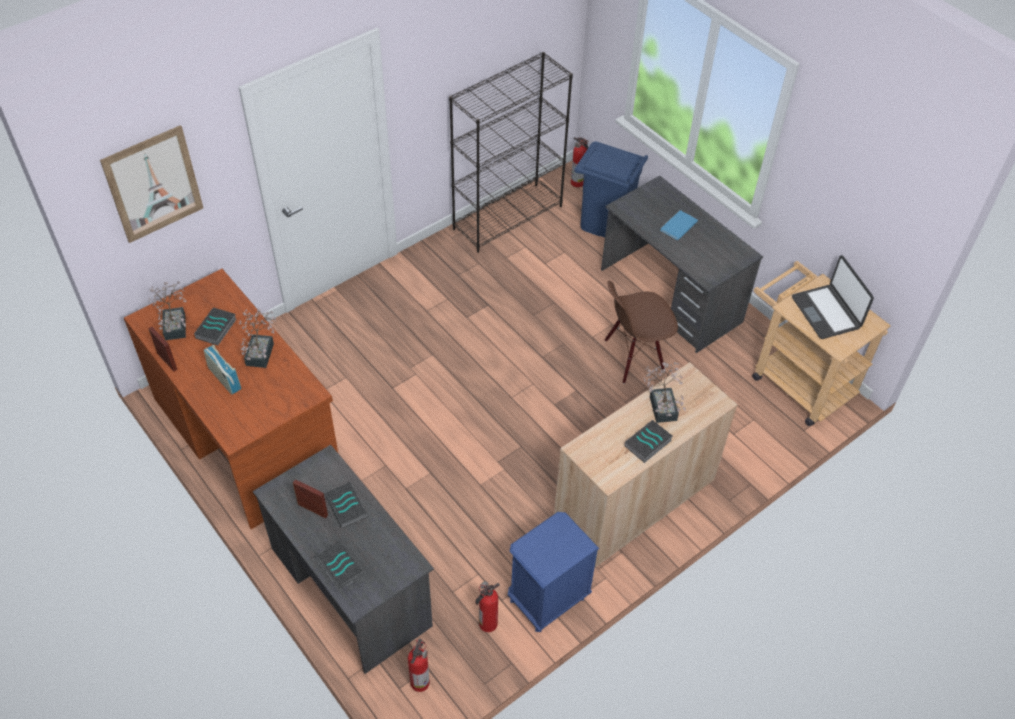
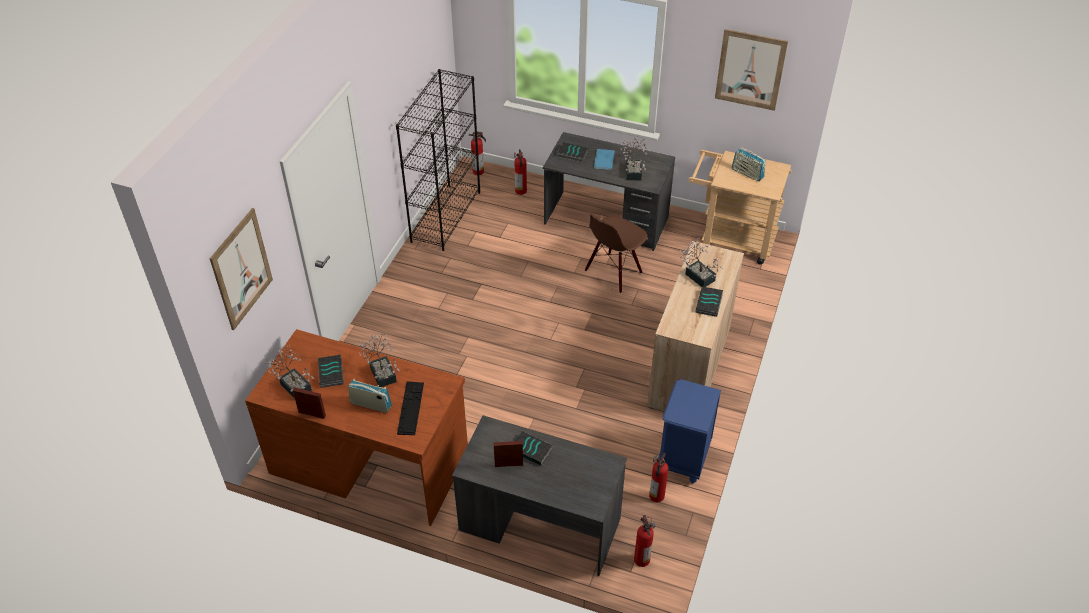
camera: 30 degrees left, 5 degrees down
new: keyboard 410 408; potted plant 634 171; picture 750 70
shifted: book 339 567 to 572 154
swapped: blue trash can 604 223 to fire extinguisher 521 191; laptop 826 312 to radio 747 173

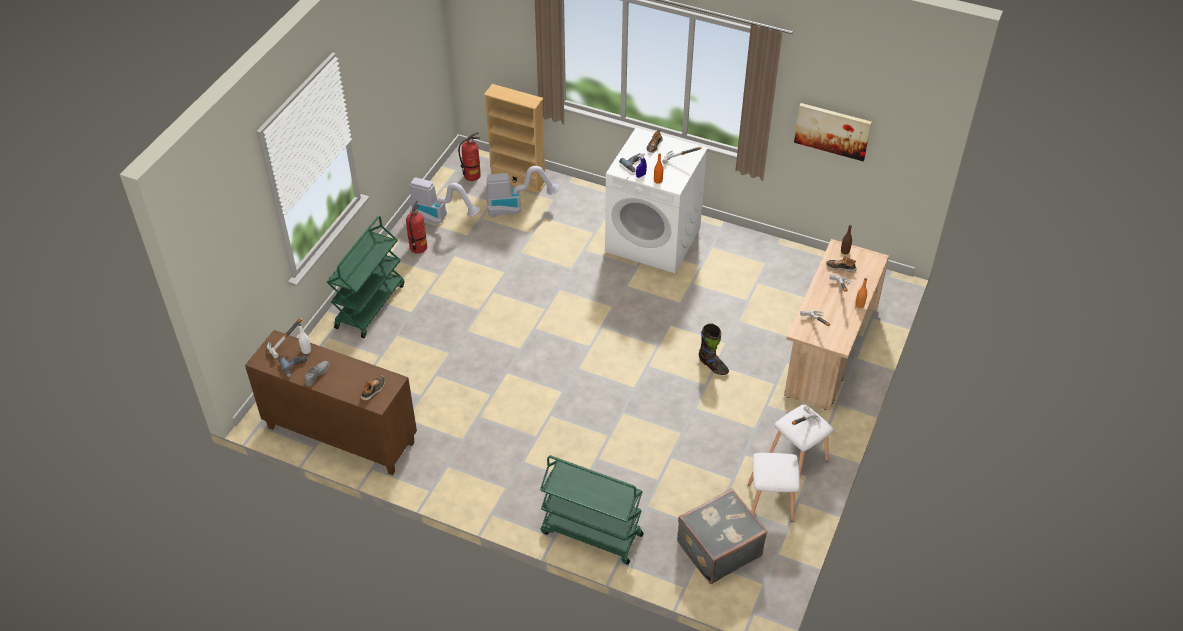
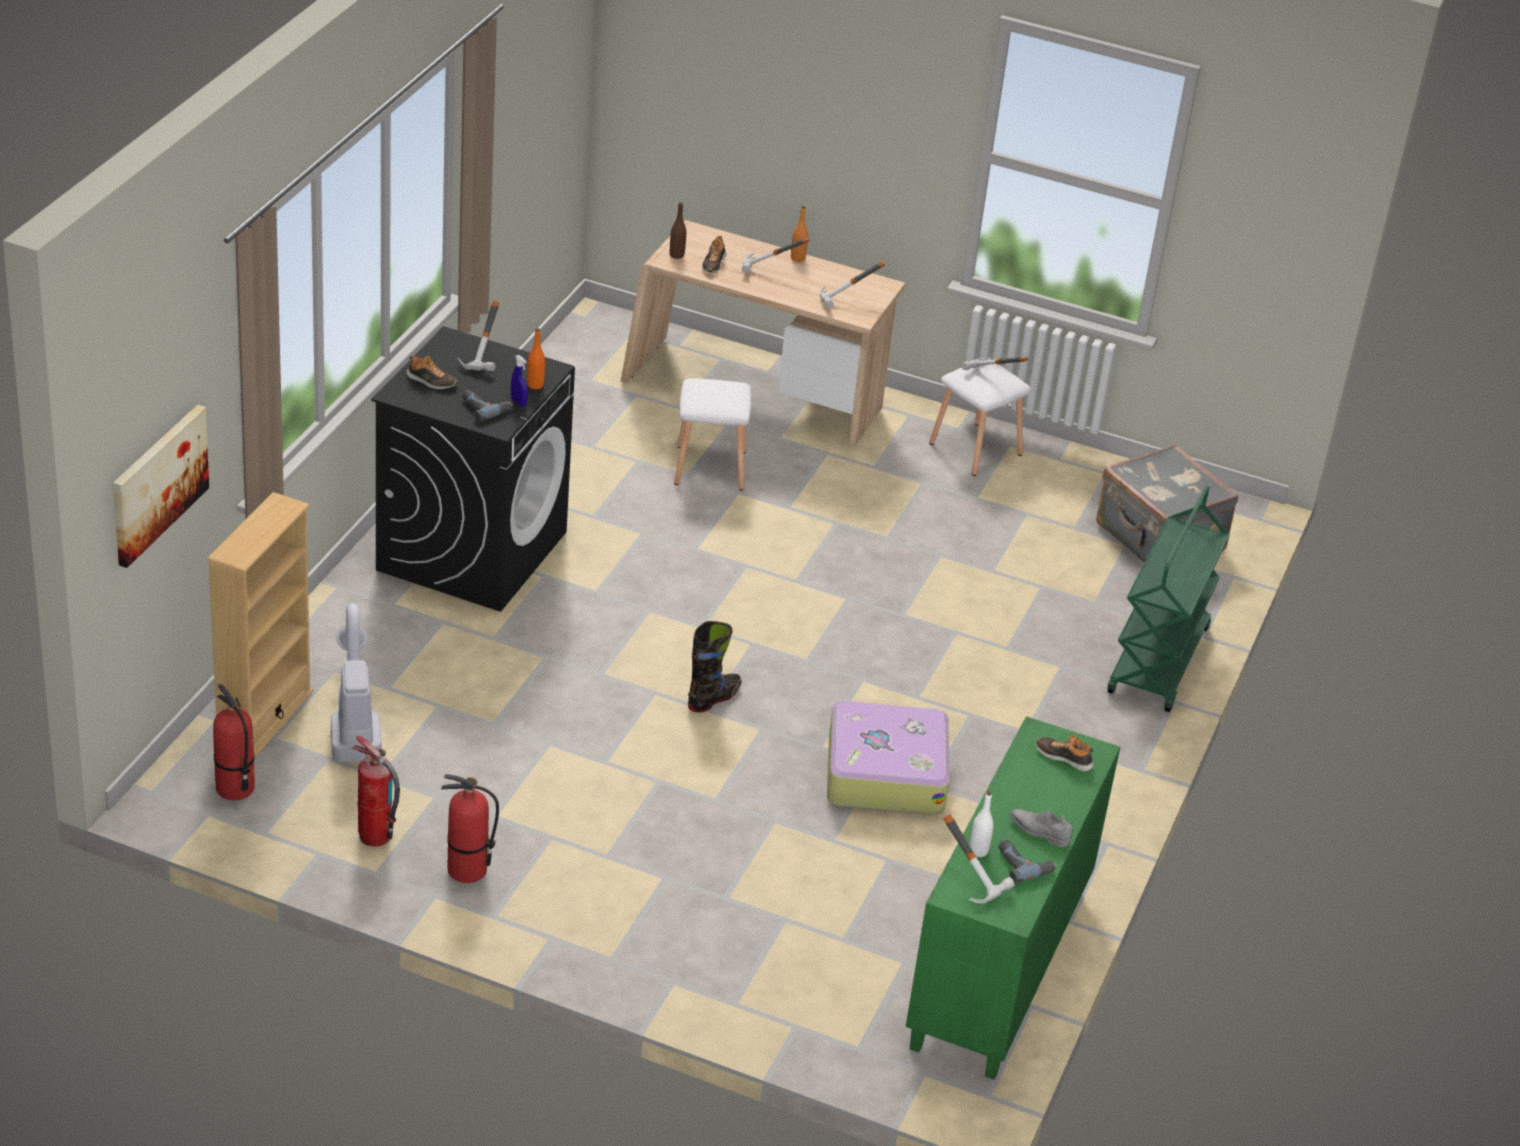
camera: 95 degrees left, 10 degrees down
gone: green cart 370 305
new: suitcase 884 772
shifted: black boot 713 366 to 714 698; white stool 770 501 to 708 468; picture 832 131 to 158 484
swapped: vacuum cleaner 441 218 to fire extinguisher 375 836
repainted: brown cabinet 339 436 to green cabinet 999 970; white washing machine 653 240 to black washing machine 472 550

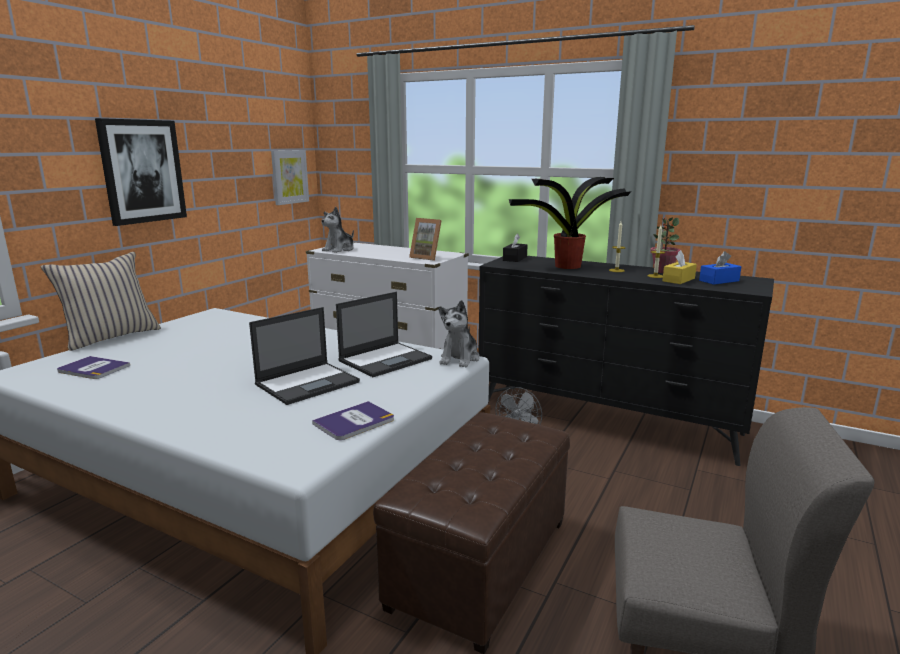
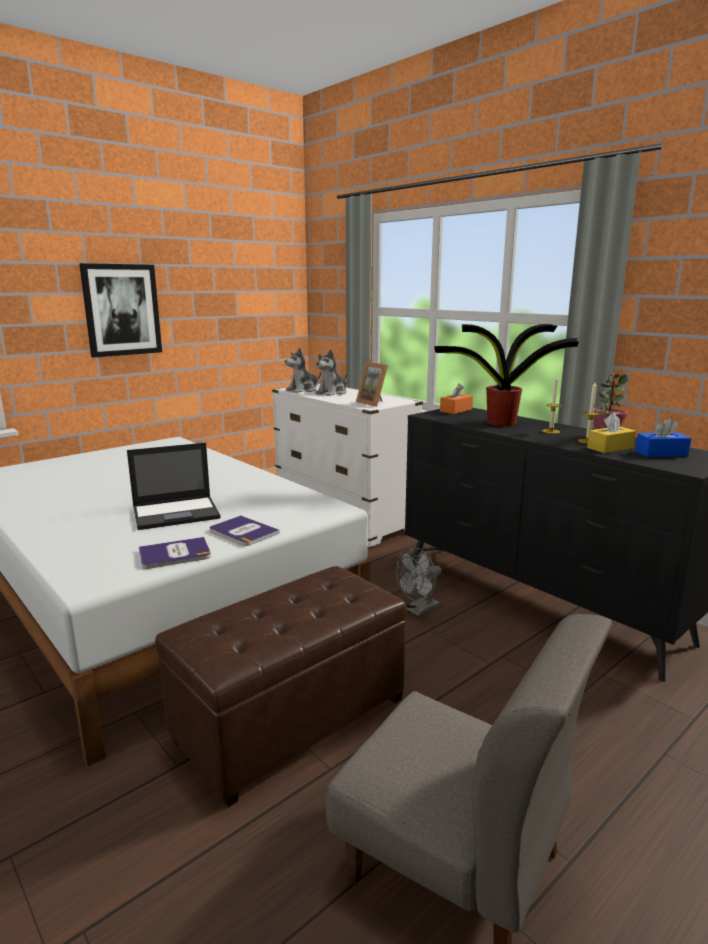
camera: 20 degrees right, 0 degrees up
gone: beige pillow 110 337; picture 289 177; laptop 386 359
shifted: book 93 369 to 243 532; plush toy 460 359 to 332 393
repainted: black tissue box 515 258 to orange tissue box 456 410

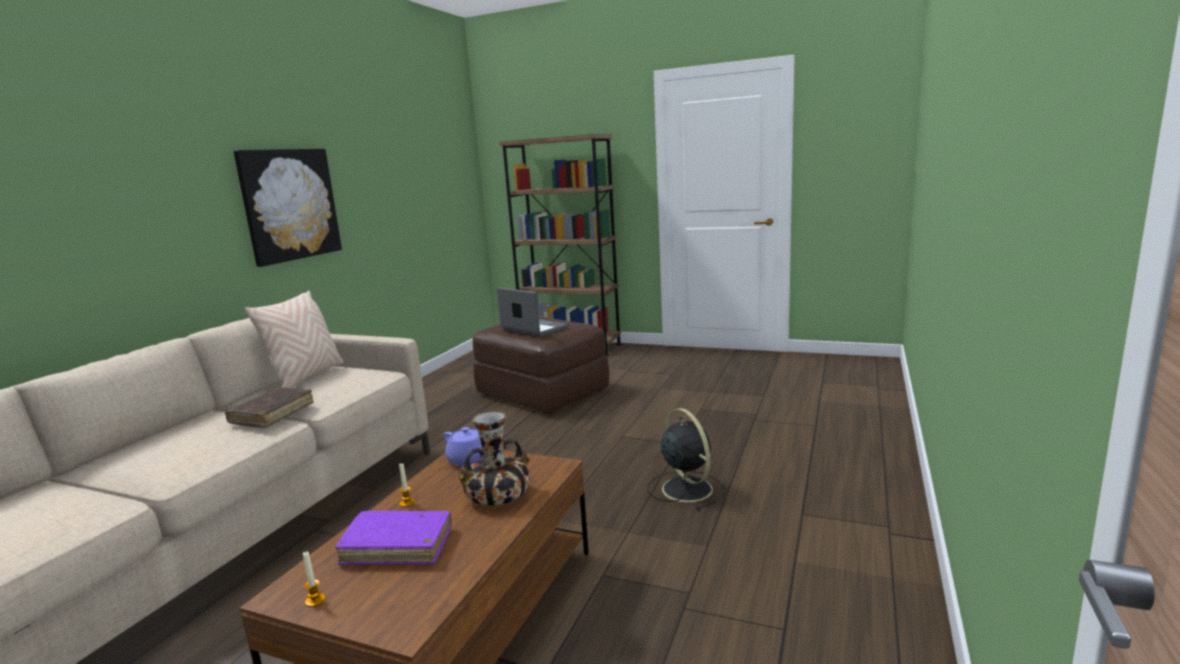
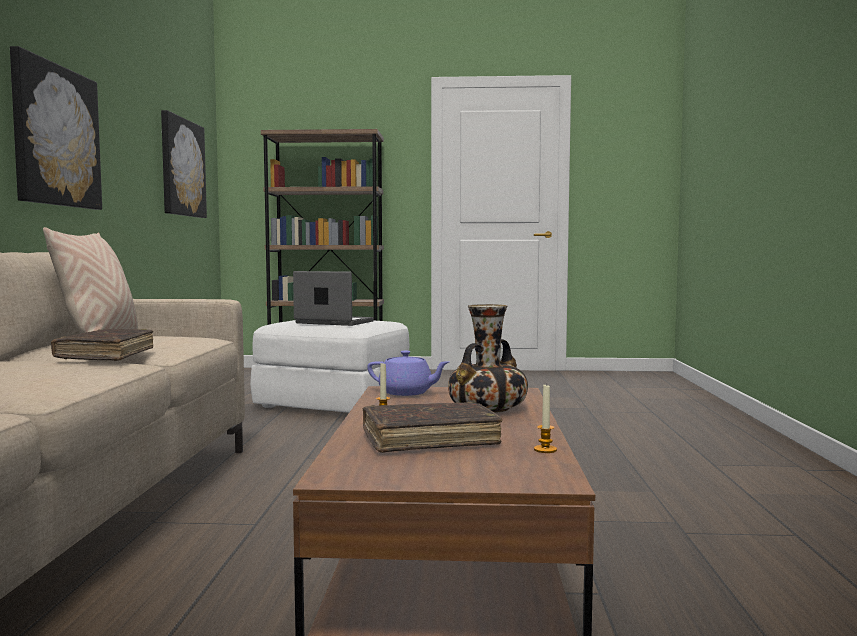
camera: 20 degrees left, 10 degrees down
gone: black fan 685 488
new: picture 182 167
shifted: candle 315 600 to 545 450
repainted: purple book 397 546 to brown book 430 440; brown ottoman 541 393 to white ottoman 332 403

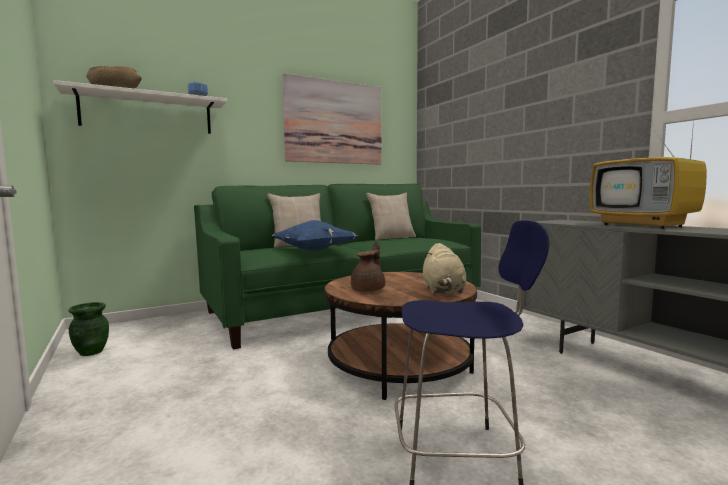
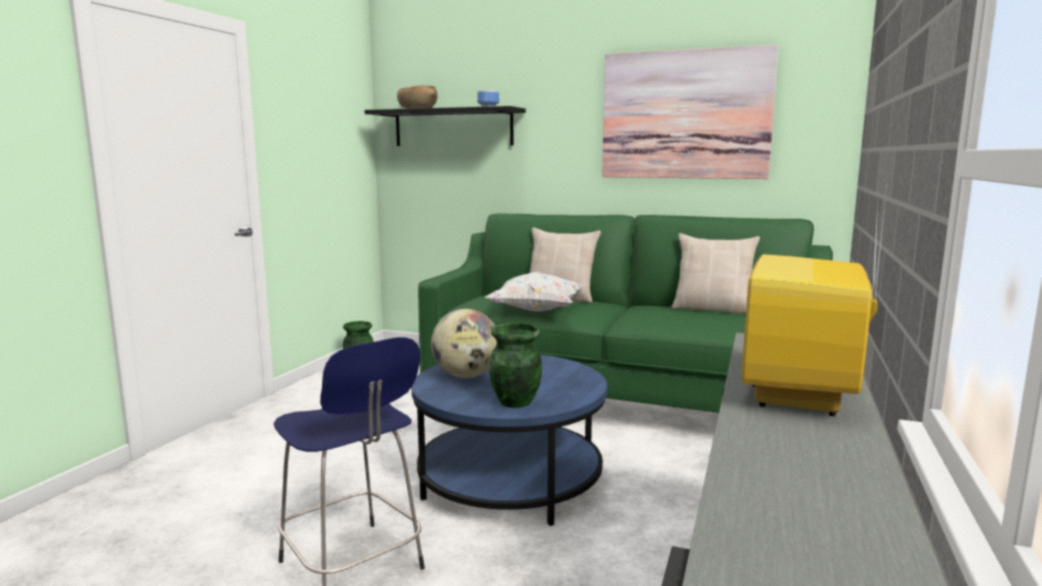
camera: 50 degrees right, 5 degrees up
swapped: brown teapot 369 290 to globe 466 376; beige plush toy 443 291 to green vase 515 402
repainted: white shelf 148 114 to black shelf 453 128; blue pillow 314 250 to white pillow 536 311; brown coffee table 399 364 to blue coffee table 510 479

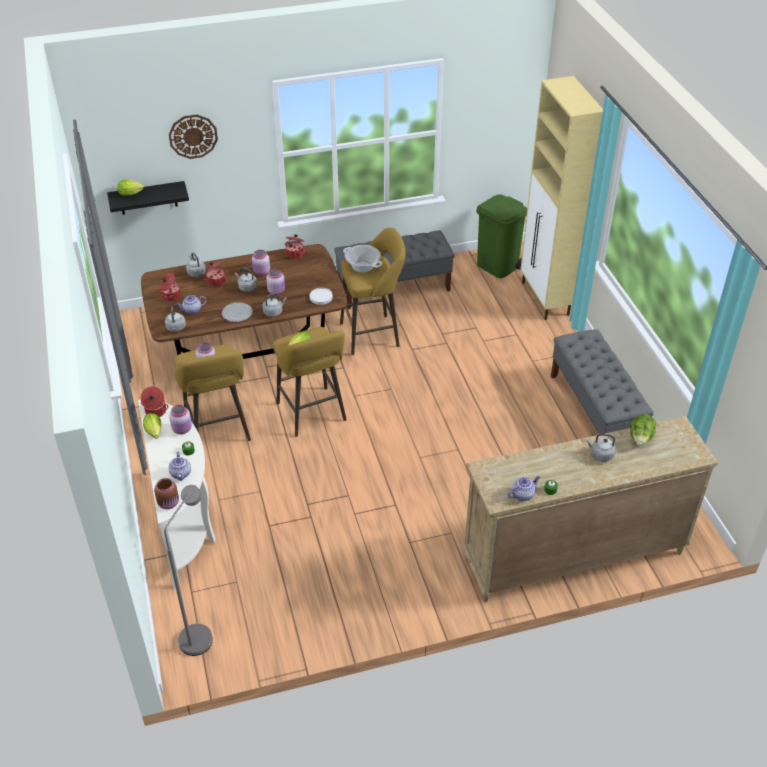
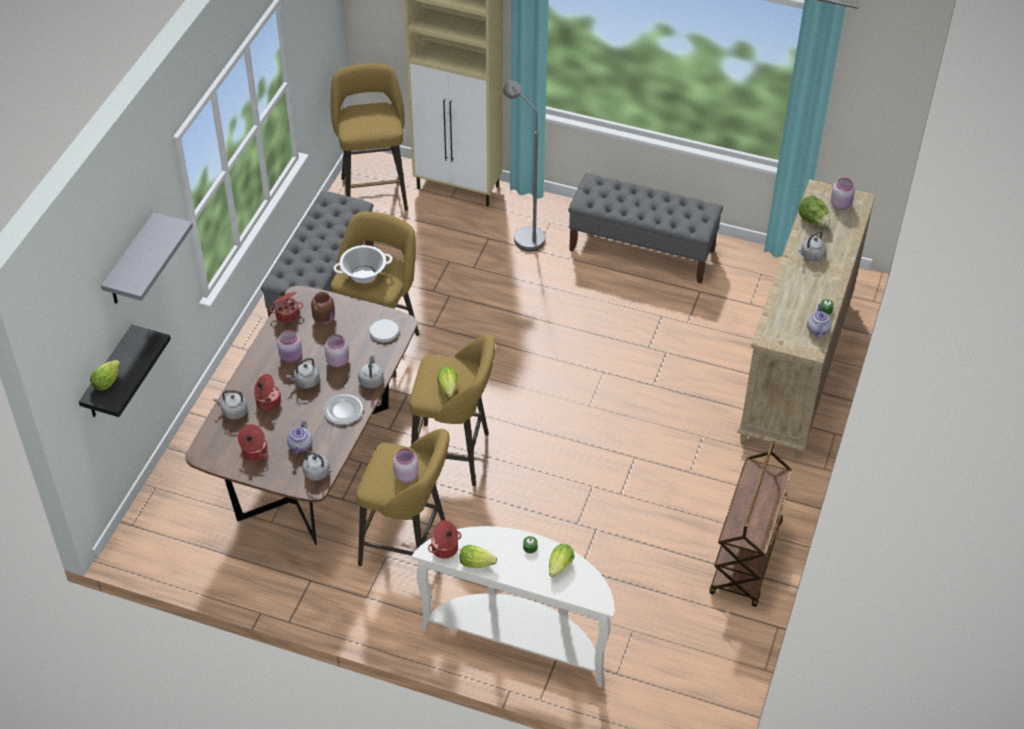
camera: 55 degrees left, 5 degrees up
new: brown cart 746 559
shifted: brown jar 169 503 to 324 318; grey floor lamp 200 633 to 524 235; pink jar 182 429 to 841 204
swapped: teapot 181 474 to lettuce 559 568; wall clock 193 136 to grey shelf 130 262; green trash can 498 266 to yellow stool 373 190

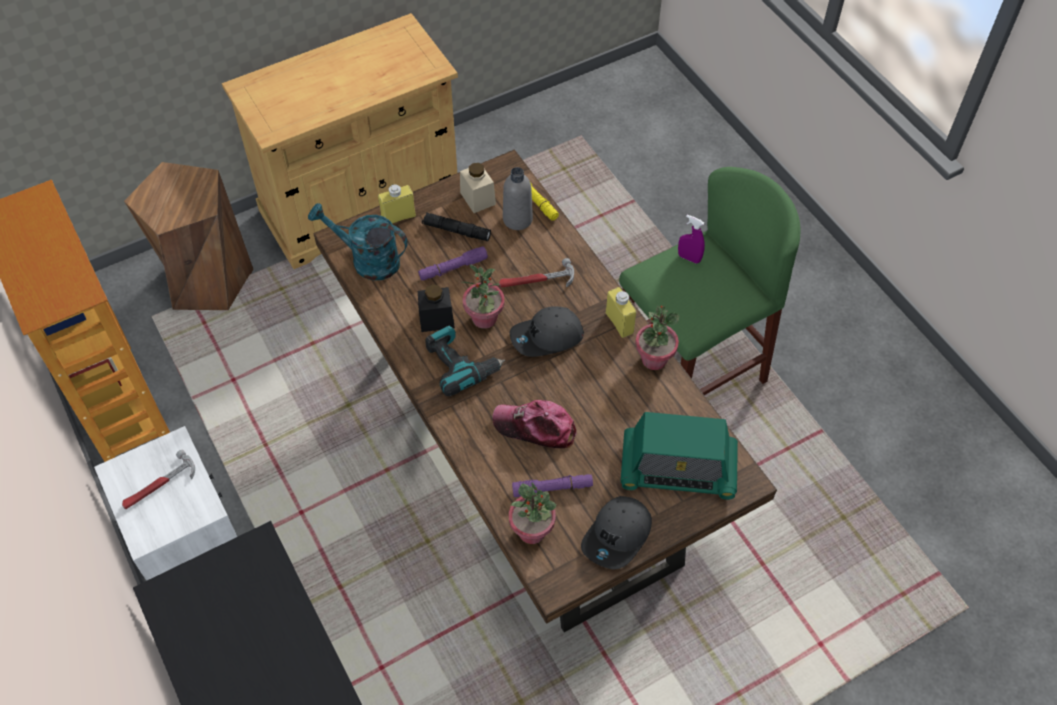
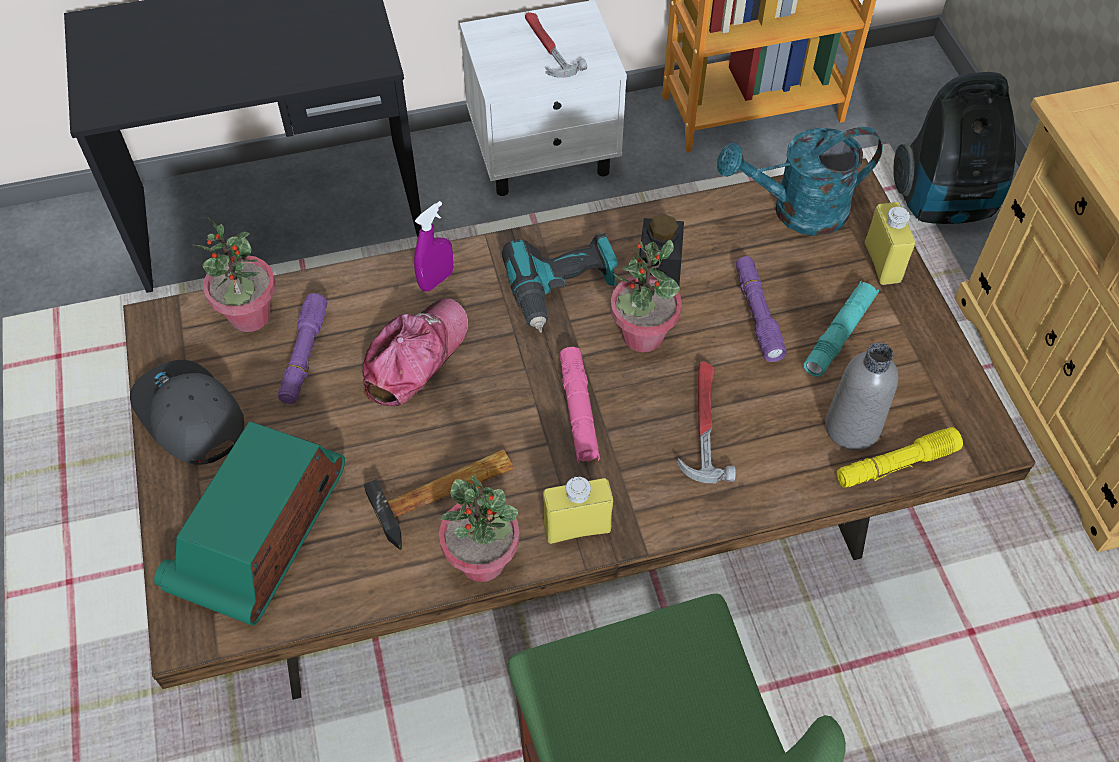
camera: 105 degrees right, 0 degrees up
gone: beige jar 477 198
new: hammer 446 494
shifted: purple spray bottle 689 258 to 436 280
swapped: brown stool 207 280 to vacuum cleaner 944 203; grey cap 546 338 to pink flashlight 578 411
repainted: black flashlight 456 231 to turquoise flashlight 839 334
rotated: turquoise watering can 367 260 = 796 211 135 degrees counterclockwise

